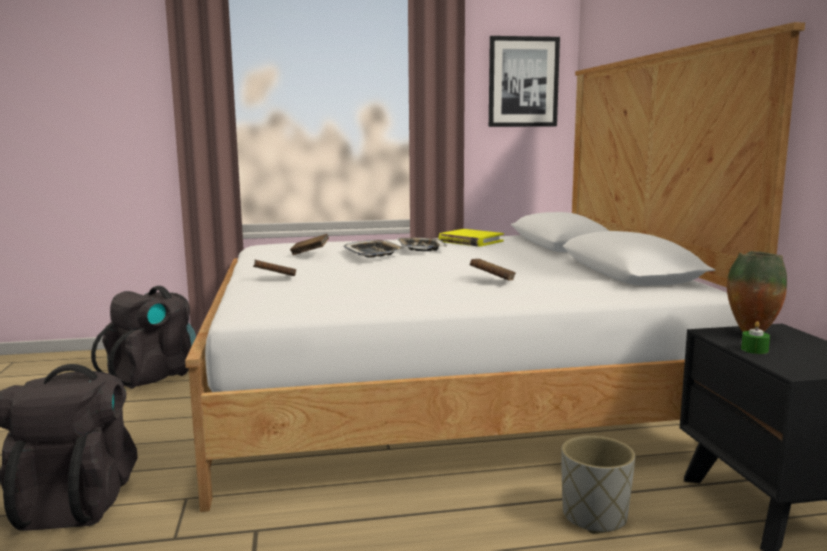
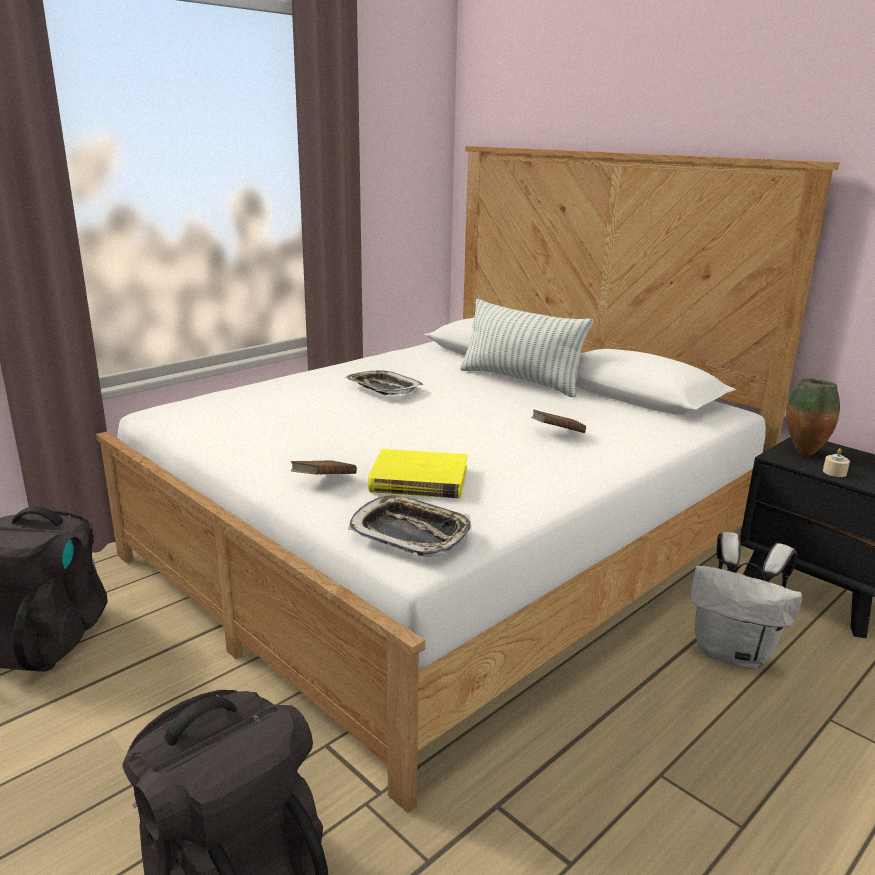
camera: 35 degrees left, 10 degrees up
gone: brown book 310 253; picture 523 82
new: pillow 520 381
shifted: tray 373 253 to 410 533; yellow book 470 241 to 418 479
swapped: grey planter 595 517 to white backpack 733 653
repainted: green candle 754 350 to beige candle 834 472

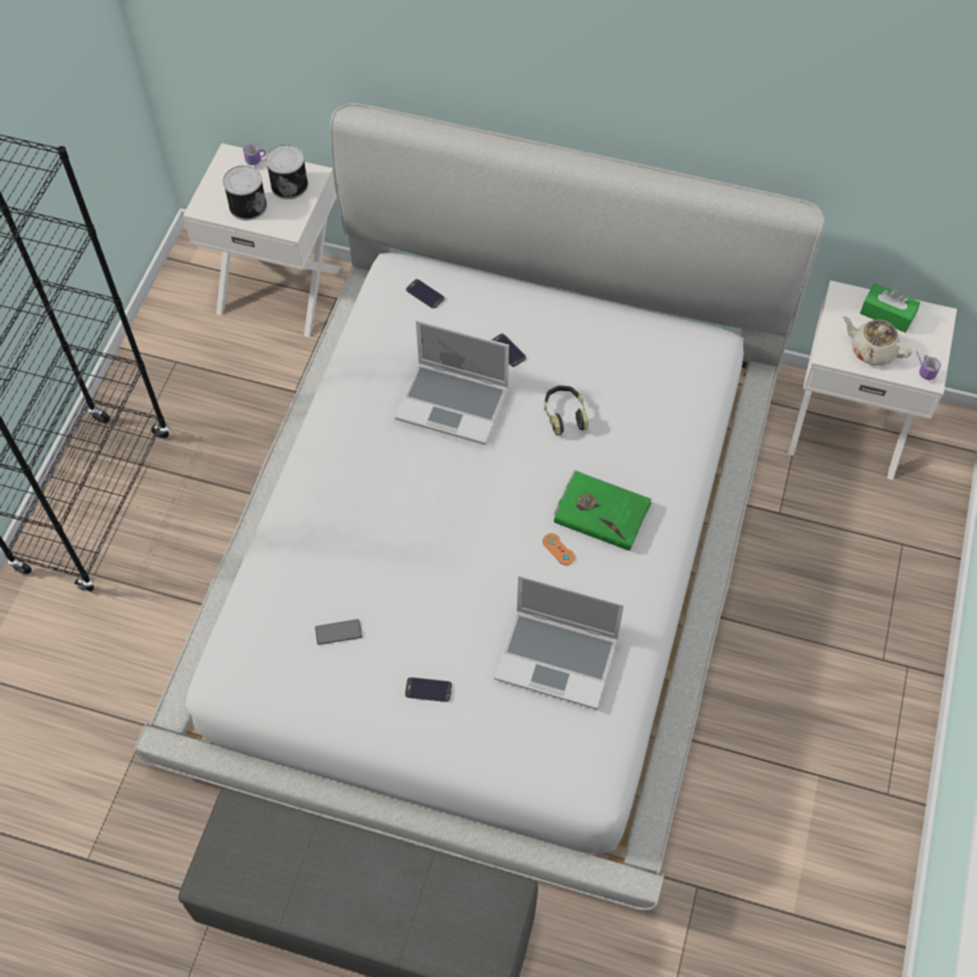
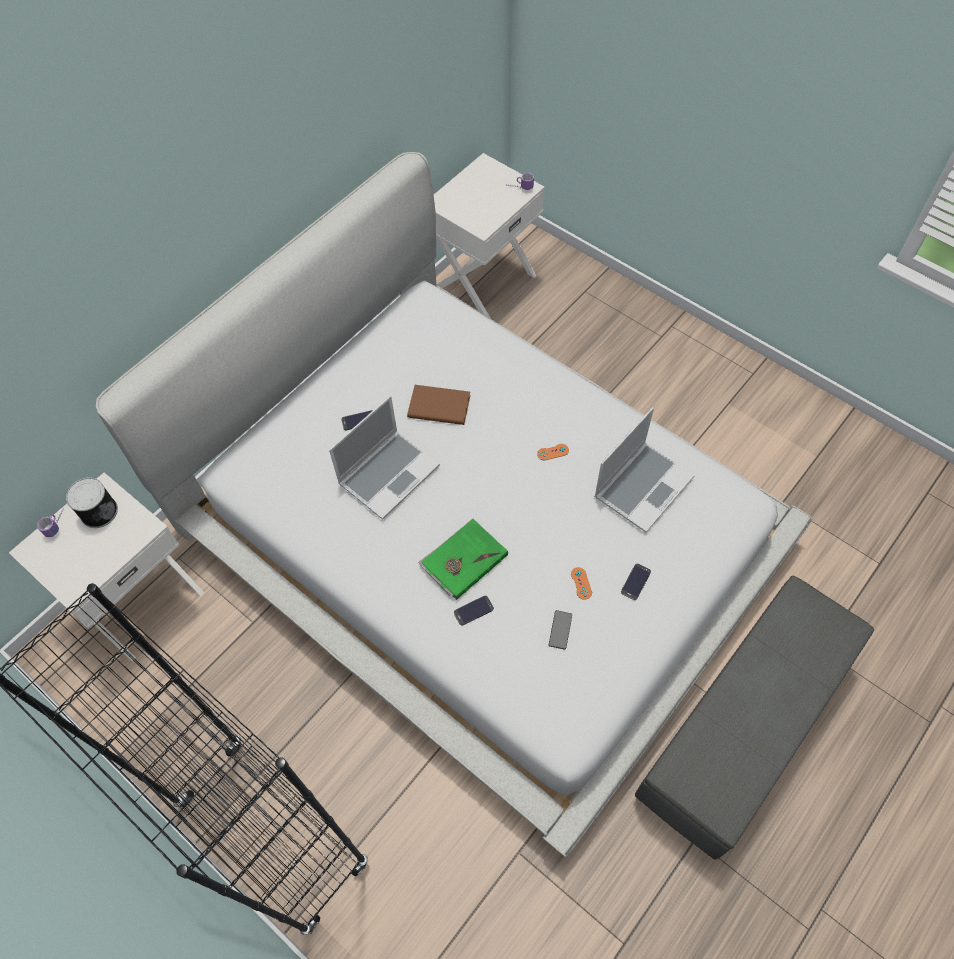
camera: 65 degrees left, 0 degrees up
gone: can 247 205; beige teapot 871 350; green tissue box 887 314
new: orange game controller 581 583
shifted: phone 425 294 to 473 610; green book 601 511 to 463 560
swapped: headphones 564 415 to brown book 438 405

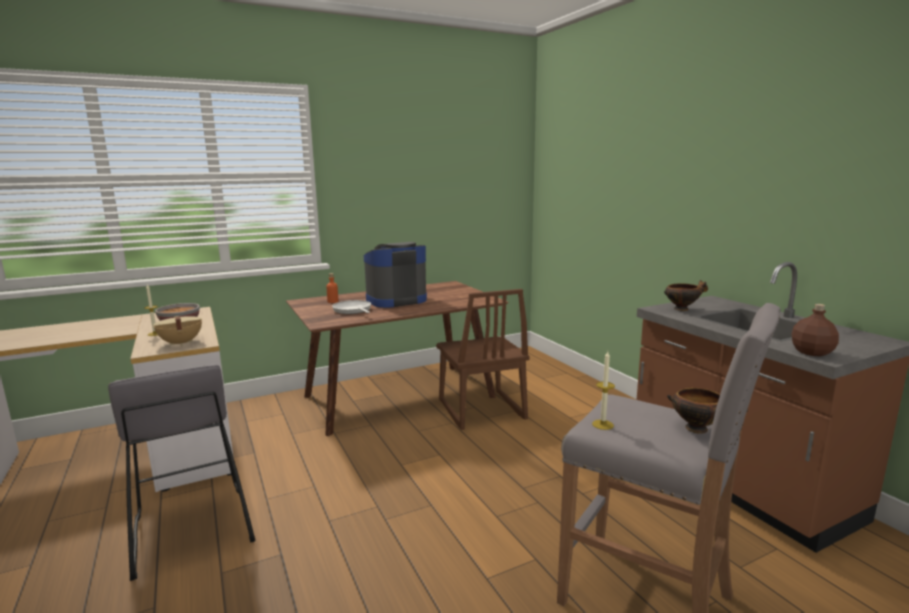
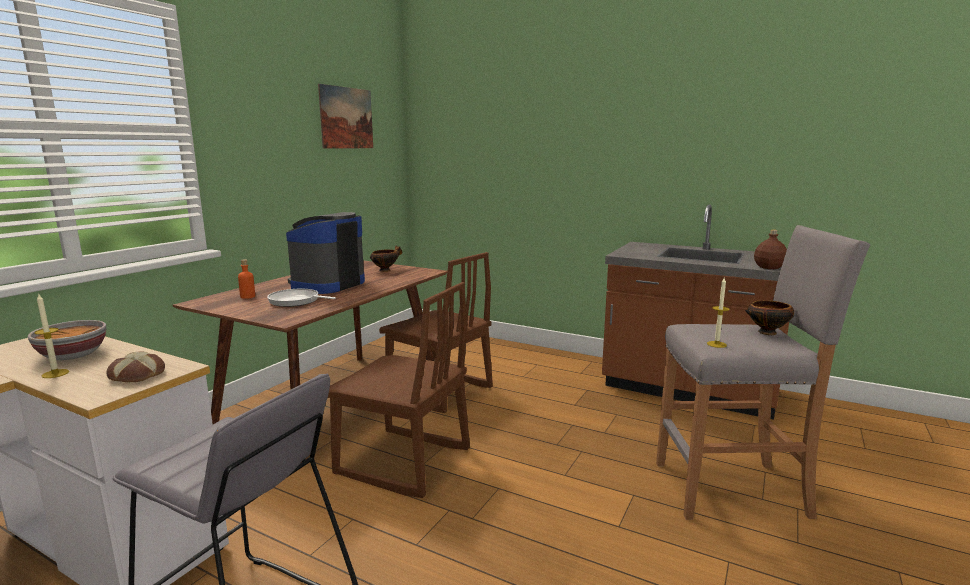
camera: 35 degrees left, 0 degrees up
new: picture 346 118; brown chair 402 463
shifted: bowl 682 309 to 385 270
swapped: beige cooking pot 180 343 to bread 136 375

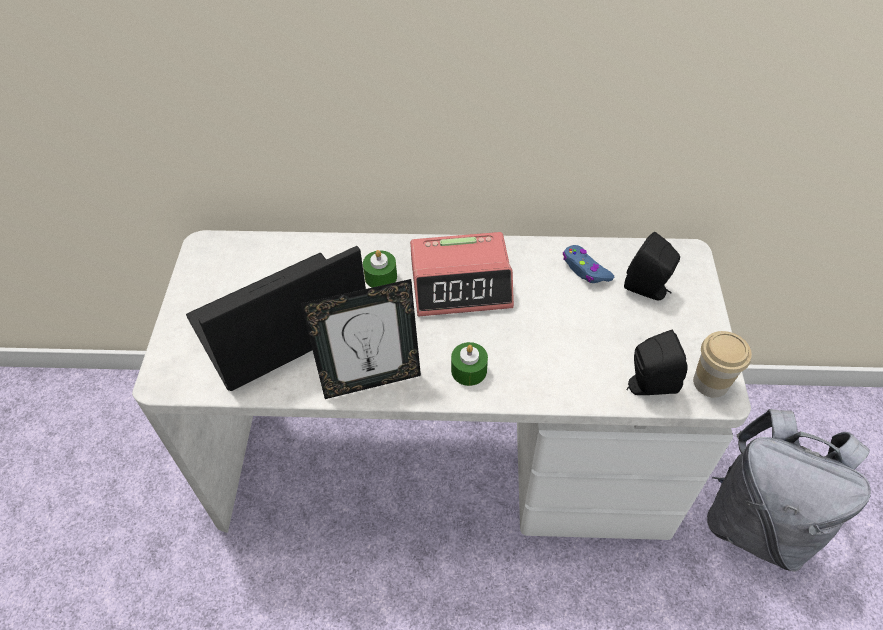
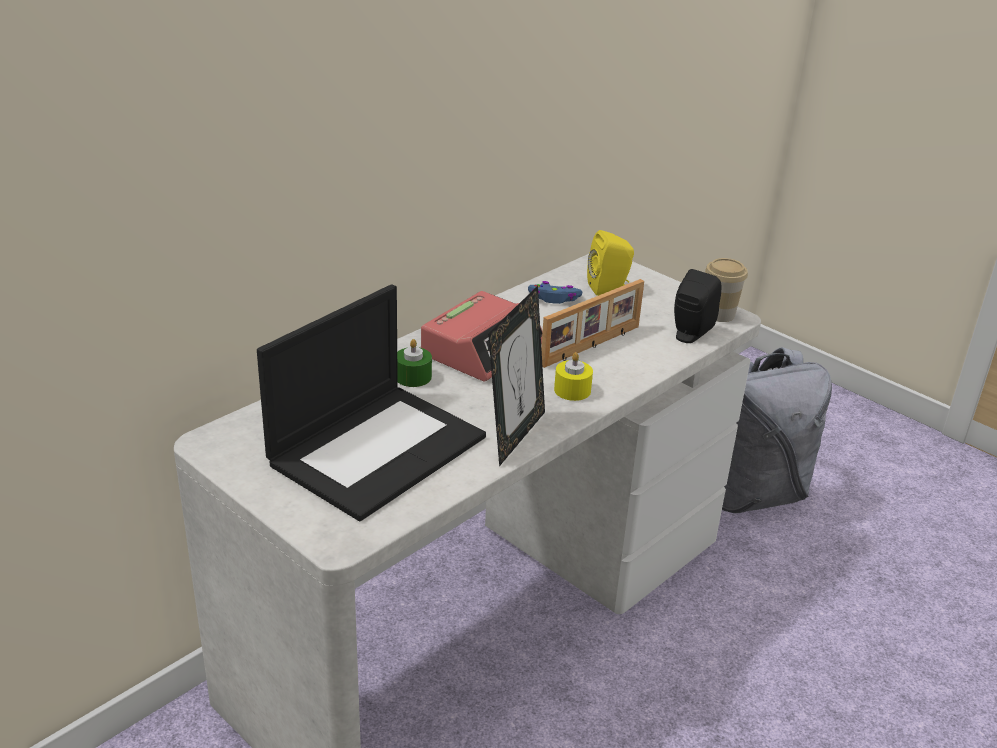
camera: 50 degrees left, 20 degrees down
new: picture frame 592 346
repainted: green candle 469 370 to yellow candle 572 390; black speaker 648 289 to yellow speaker 610 289
rotated: laptop 278 323 = 377 448 150 degrees counterclockwise

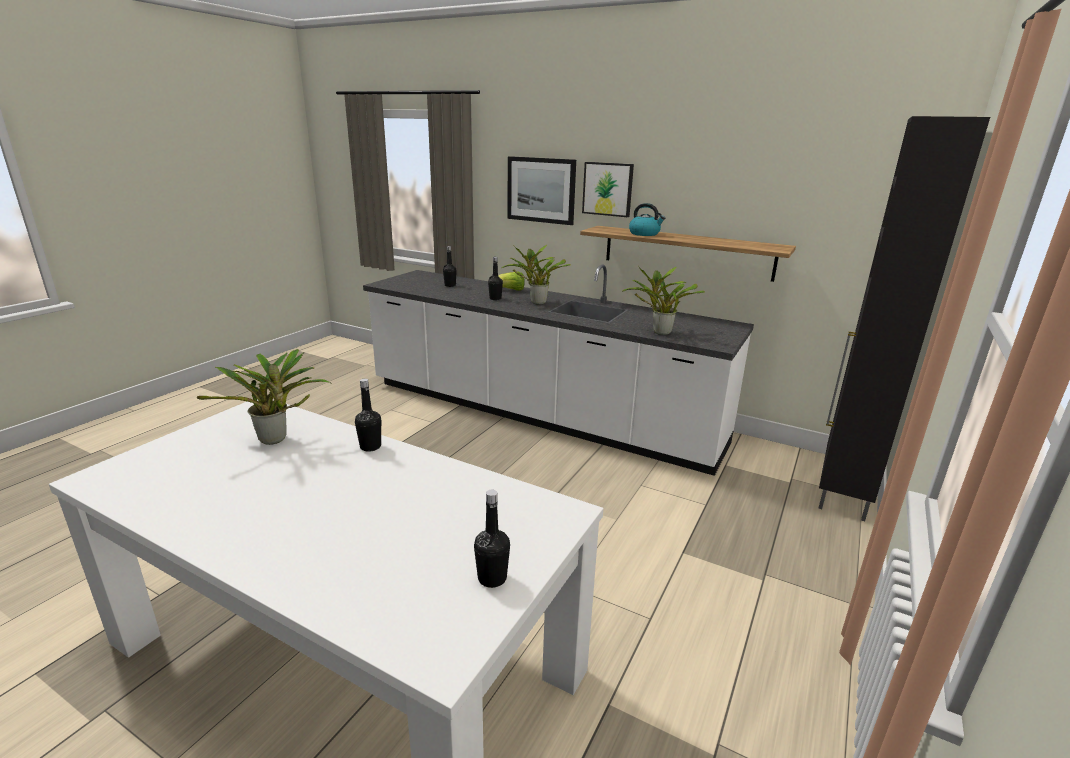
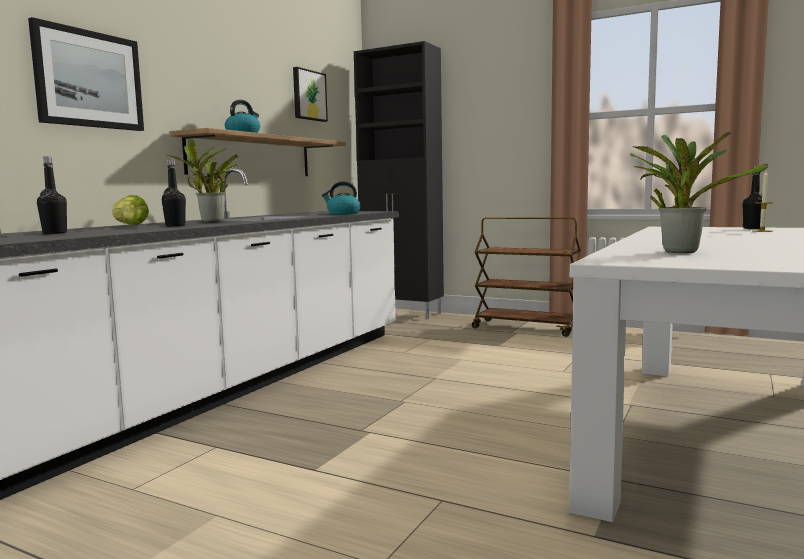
camera: 90 degrees left, 15 degrees down
gone: black bottle 370 446
new: brown cart 526 328; candle 762 231
shifted: picture 608 189 to 308 95
swapped: potted plant 659 332 to kettle 343 213

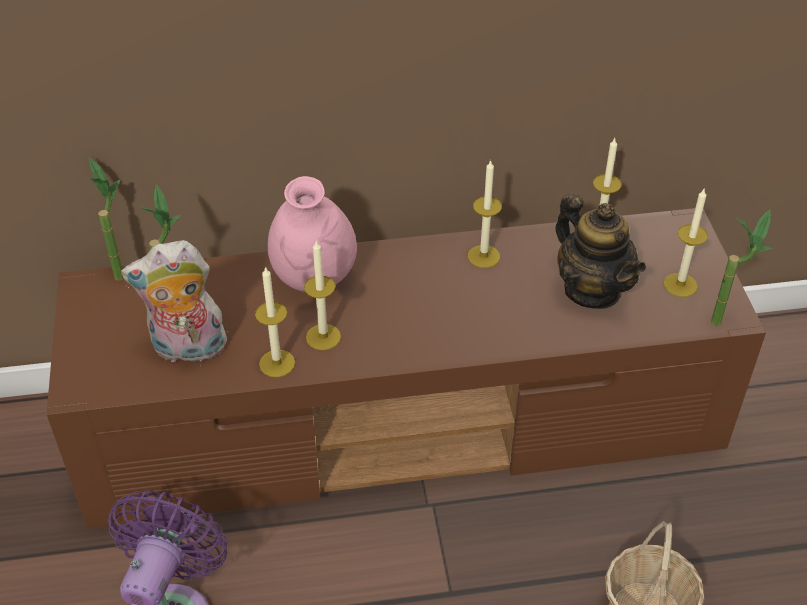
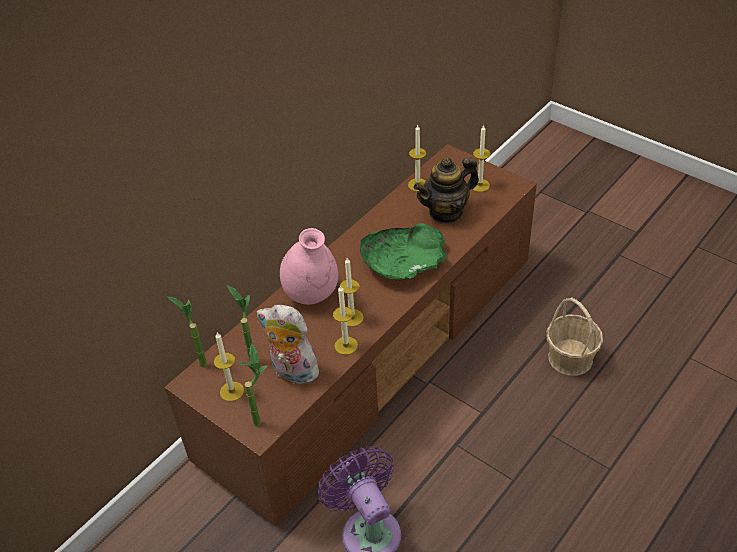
camera: 40 degrees left, 0 degrees up
new: green bowl 403 262
shifted: candle 483 256 to 232 391; potted plant 725 319 to 261 417
rotated: plush toy 187 349 = 292 372 75 degrees clockwise; teapot 592 290 = 446 212 135 degrees clockwise

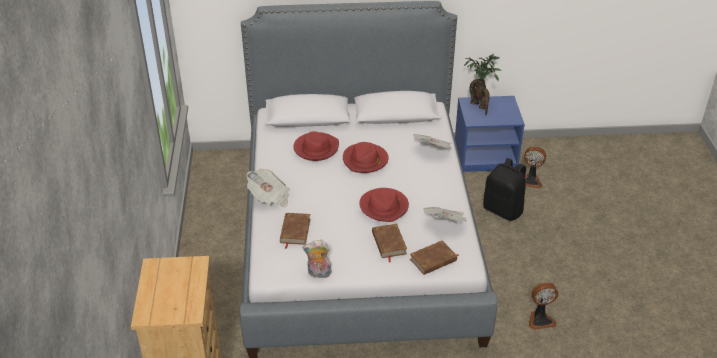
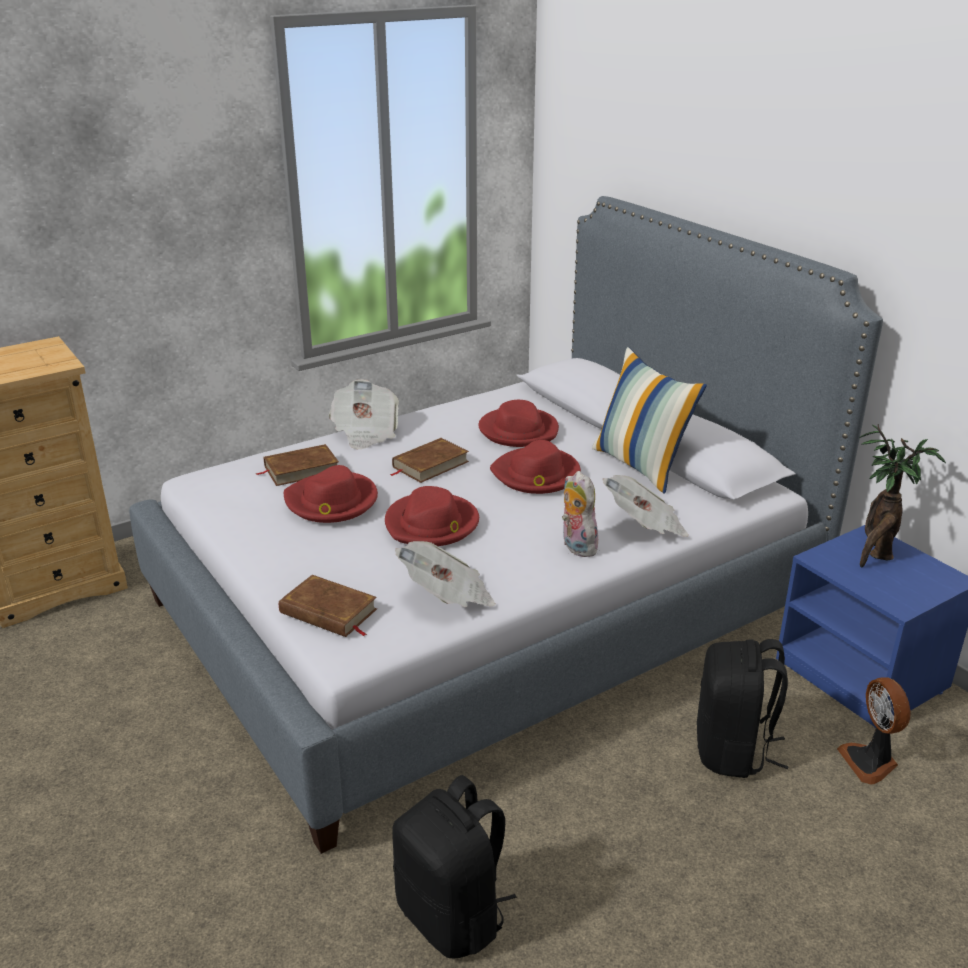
camera: 60 degrees right, 10 degrees down
new: red hat 331 502; pillow 641 466
shifted: plush toy 318 274 to 576 546; brown book 388 243 to 430 464
swapped: fan 540 319 to black backpack 453 916

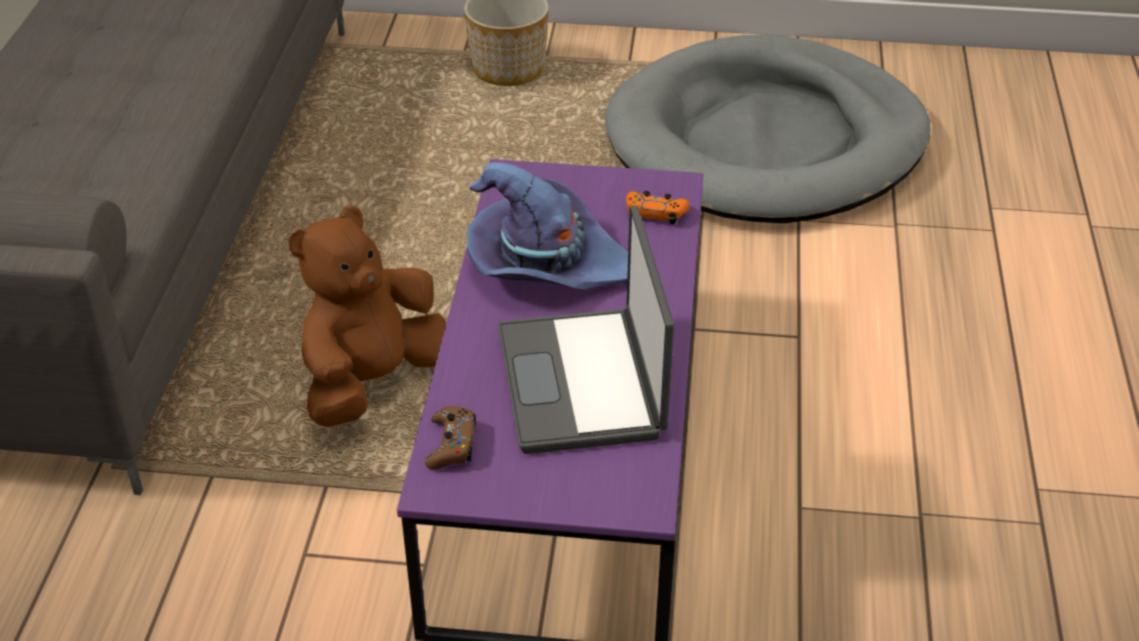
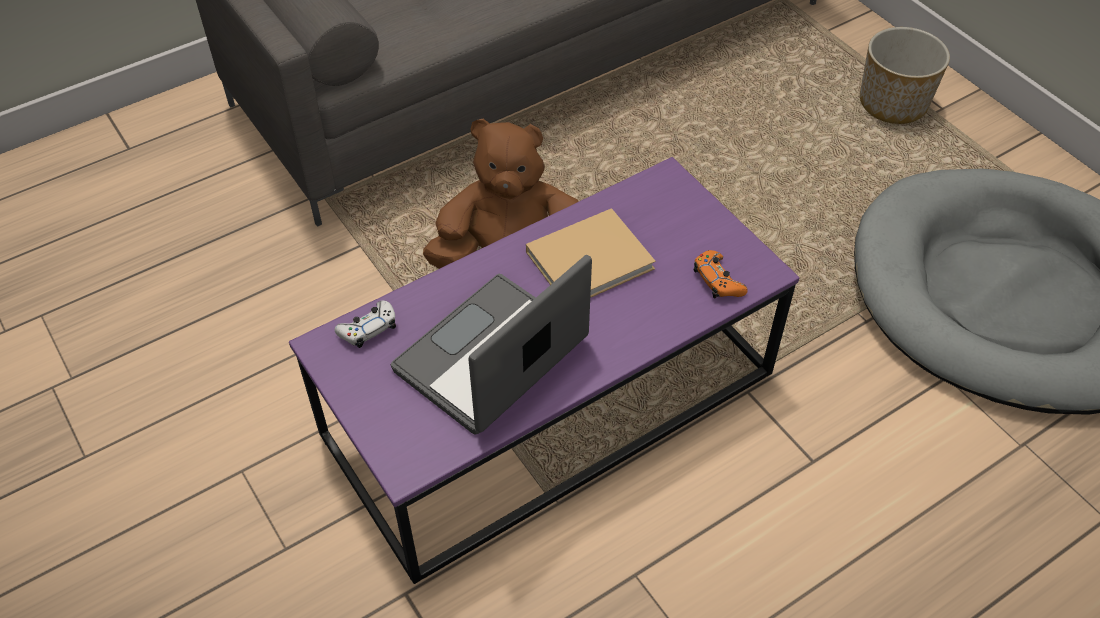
camera: 50 degrees right, 10 degrees up
swapped: purple hat 546 264 to beige book 593 259
repainted: brown game controller 451 444 to white game controller 368 328

